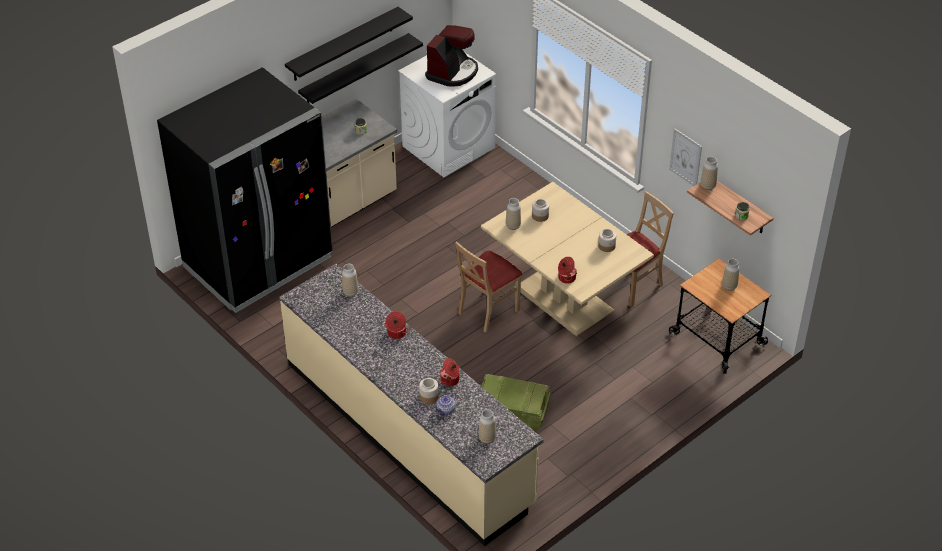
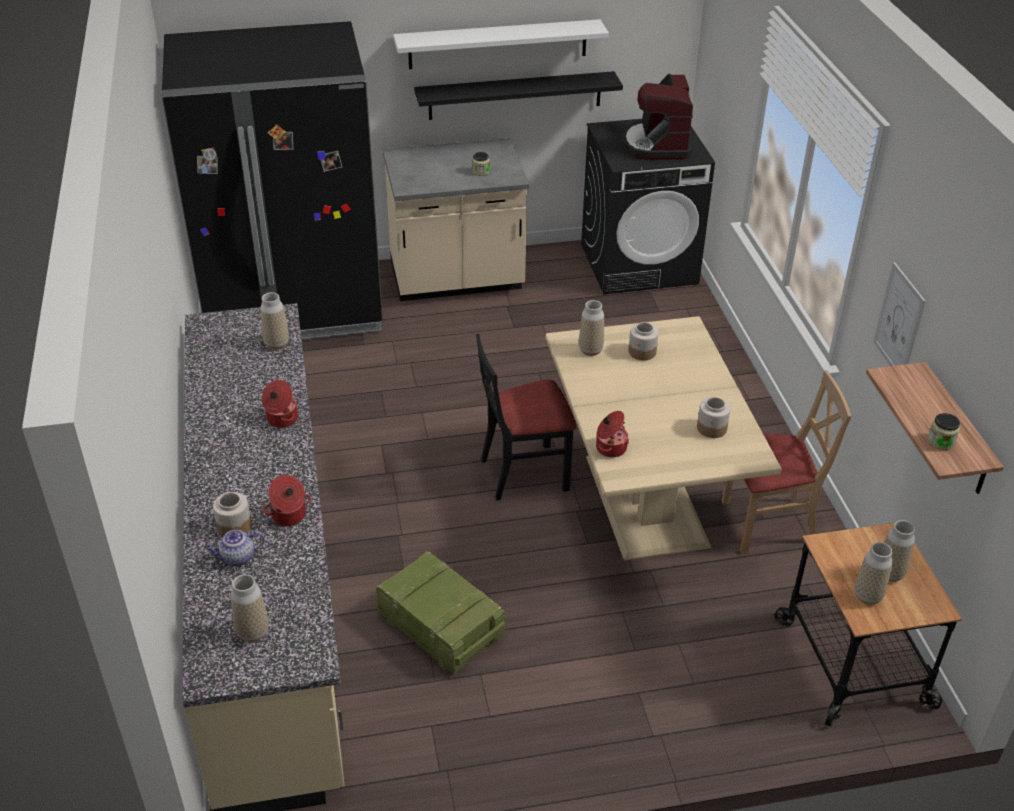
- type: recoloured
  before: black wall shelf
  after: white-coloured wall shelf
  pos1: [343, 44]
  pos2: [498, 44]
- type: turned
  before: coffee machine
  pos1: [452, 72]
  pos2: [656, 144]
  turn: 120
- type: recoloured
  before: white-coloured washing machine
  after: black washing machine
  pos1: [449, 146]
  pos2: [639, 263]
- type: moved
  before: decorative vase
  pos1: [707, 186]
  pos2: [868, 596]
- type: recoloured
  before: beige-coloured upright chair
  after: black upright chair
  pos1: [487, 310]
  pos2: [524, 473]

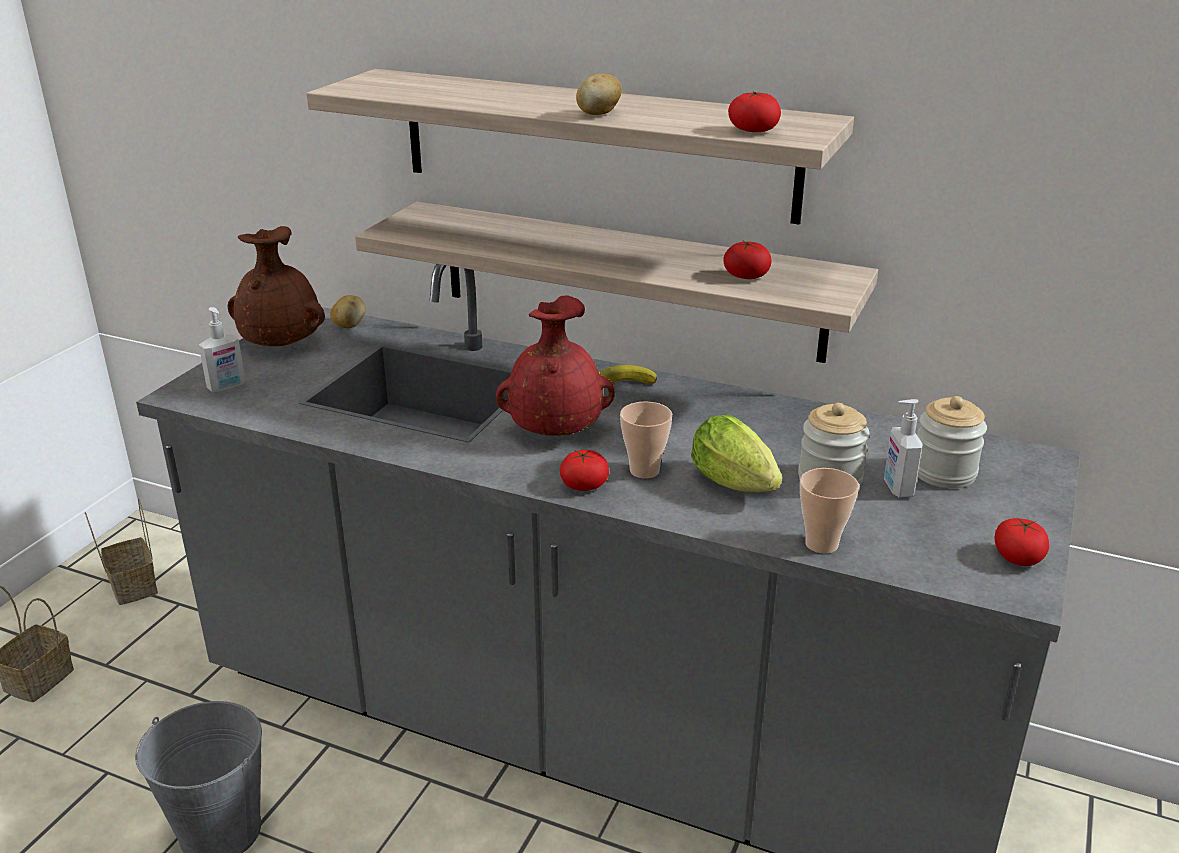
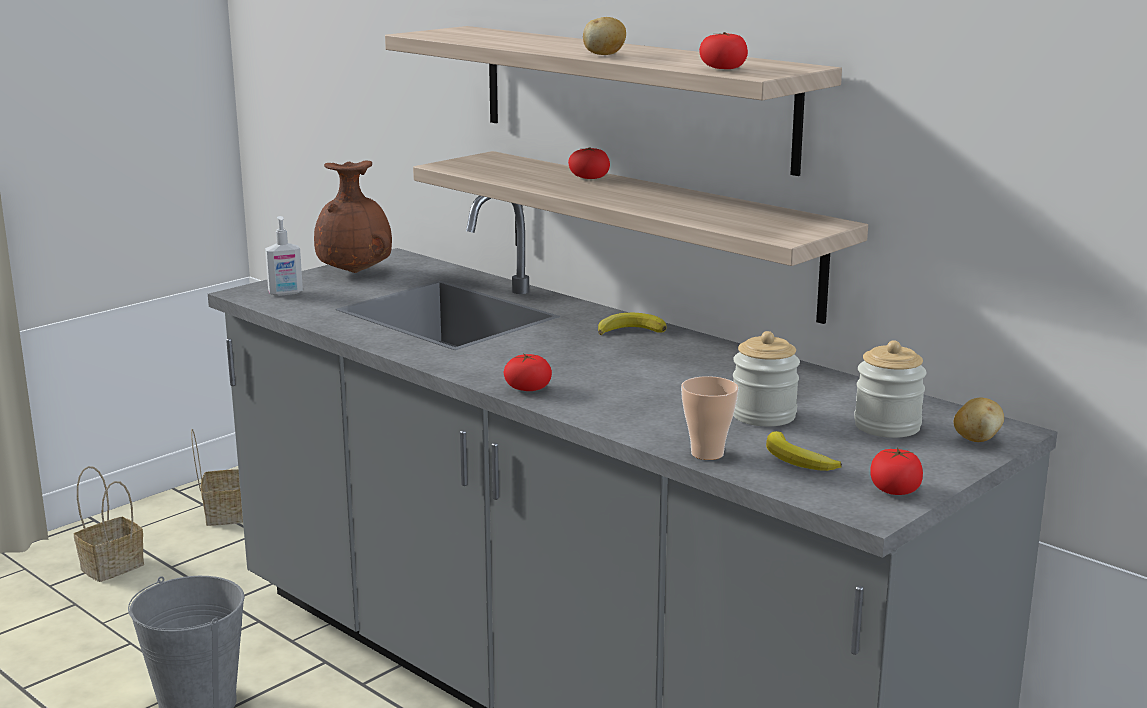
- type: moved
  before: whole tomato
  pos1: [746, 276]
  pos2: [589, 178]
- type: moved
  before: potato
  pos1: [349, 326]
  pos2: [976, 439]
- type: removed
  before: reddish decorative vase
  pos1: [555, 430]
- type: removed
  before: soap dispenser
  pos1: [897, 488]
- type: removed
  before: drinking cup
  pos1: [644, 471]
- type: removed
  before: head of lettuce
  pos1: [738, 486]
- type: added
  after: banana
  pos2: [797, 460]

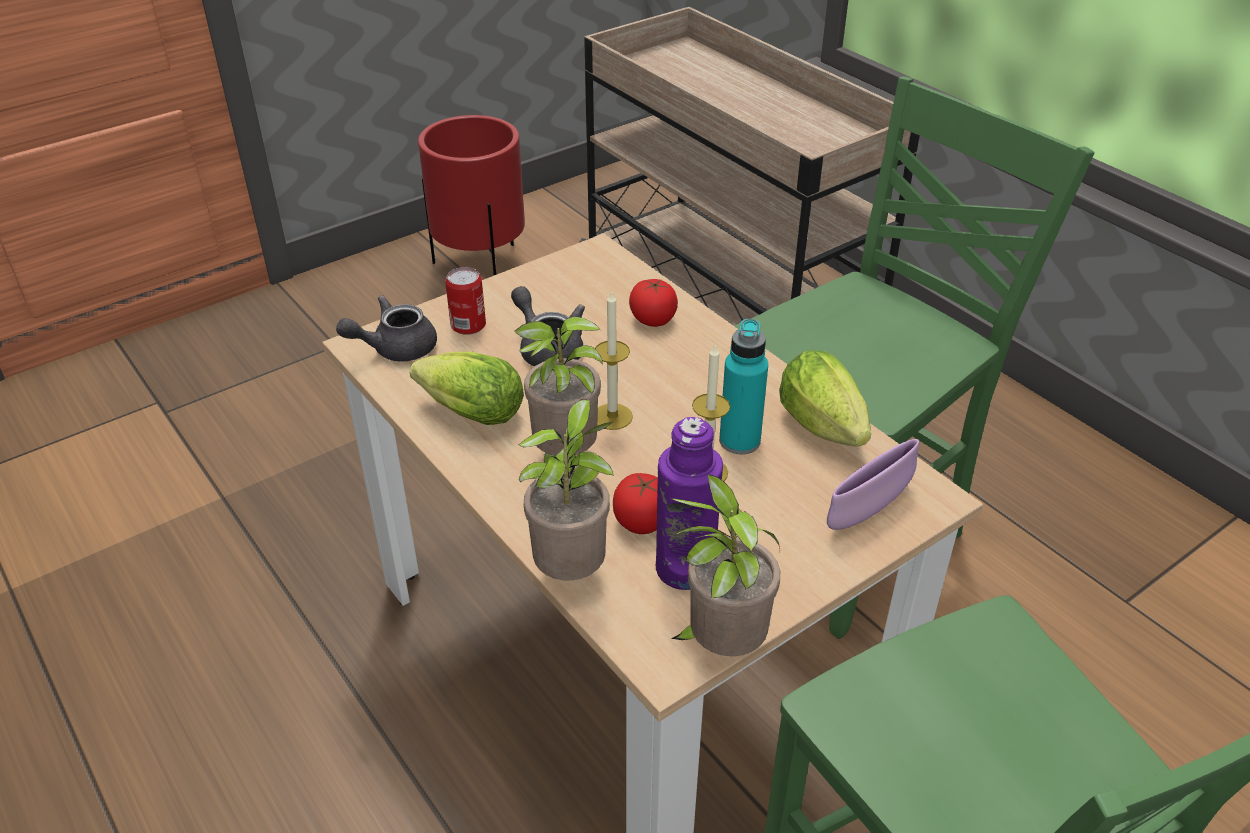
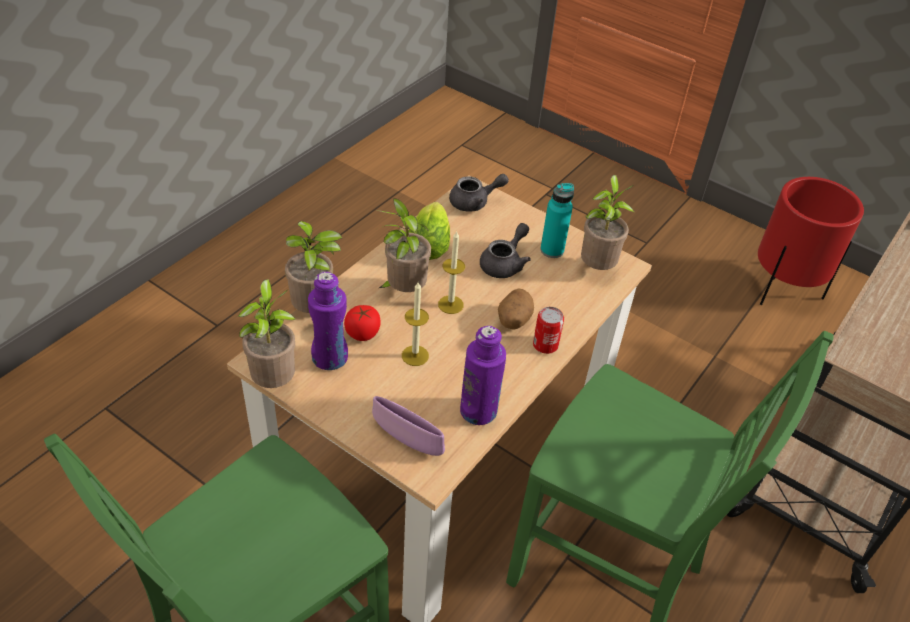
- type: moved
  before: metal can
  pos1: [468, 325]
  pos2: [545, 345]
- type: removed
  before: whole tomato
  pos1: [653, 319]
- type: turned
  before: grey teapot
  pos1: [395, 348]
  pos2: [474, 202]
  turn: 120
- type: moved
  before: turquoise beverage bottle
  pos1: [739, 441]
  pos2: [552, 250]
- type: replaced
  before: head of lettuce
  after: purple-coloured beverage bottle
  pos1: [826, 431]
  pos2: [478, 411]
- type: added
  after: plant in a pot
  pos2: [597, 267]
- type: added
  after: potato
  pos2: [513, 320]

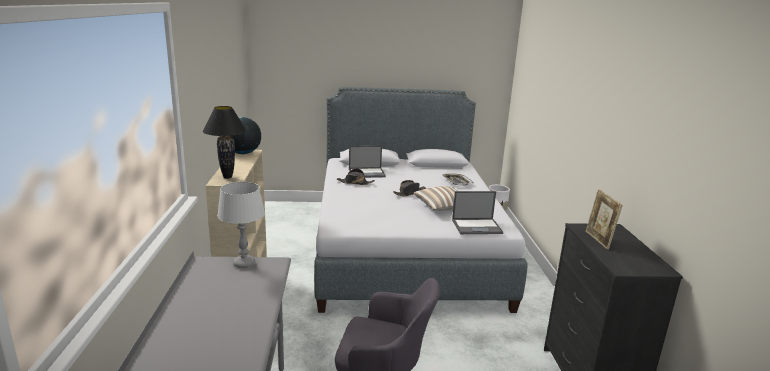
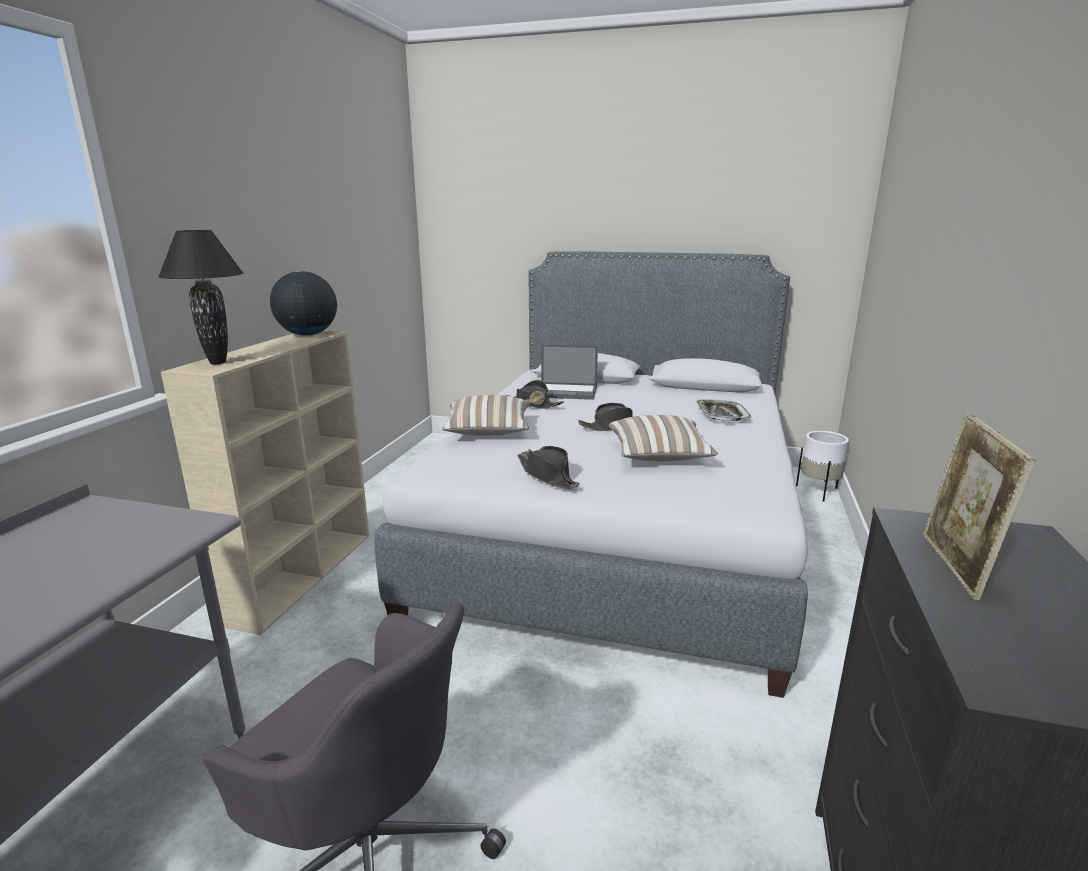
- type: removed
  before: grey tabletop lamp
  pos1: [244, 264]
- type: removed
  before: notebook computer
  pos1: [477, 226]
- type: added
  after: pillow
  pos2: [488, 432]
- type: added
  after: black wearable hat
  pos2: [547, 475]

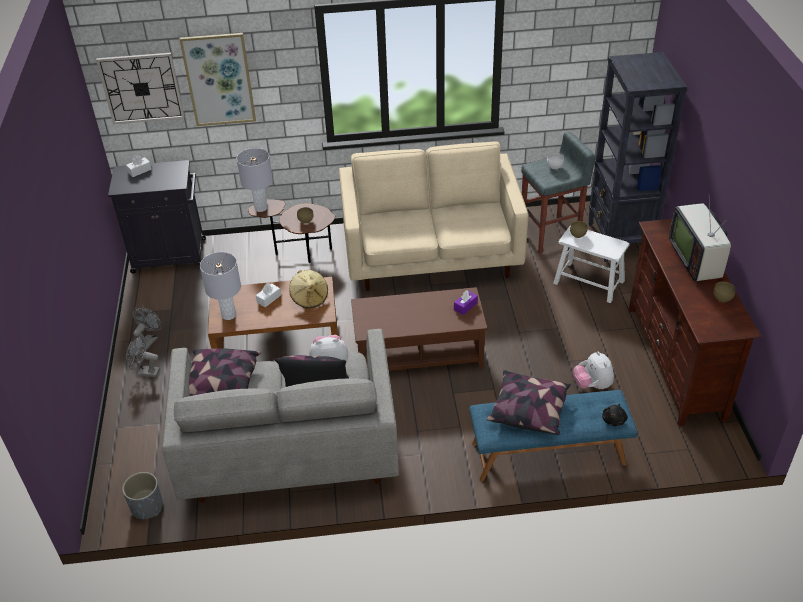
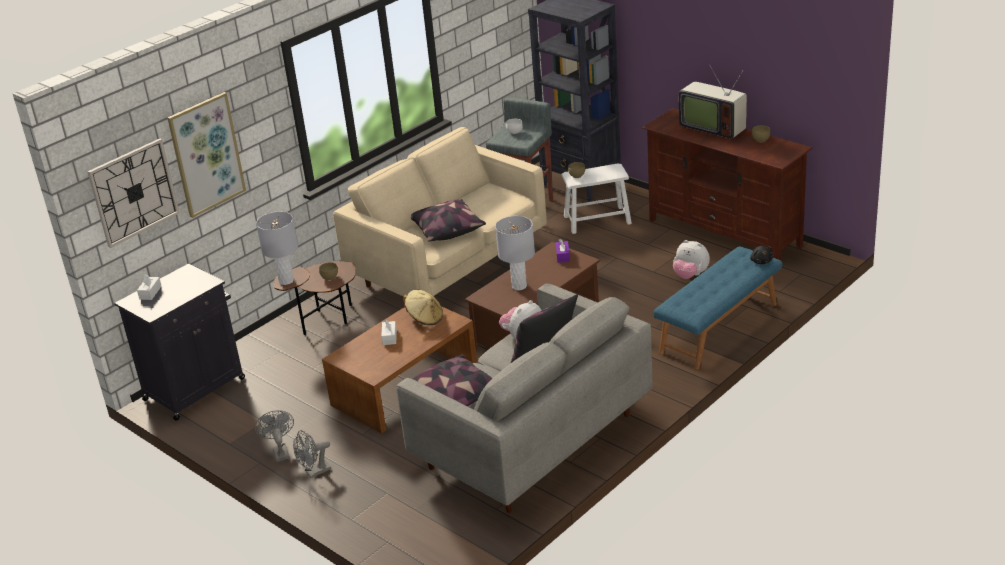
- type: moved
  before: grey tabletop lamp
  pos1: [229, 315]
  pos2: [519, 286]
- type: moved
  before: pillow
  pos1: [528, 410]
  pos2: [446, 229]
- type: removed
  before: grey flower pot
  pos1: [147, 507]

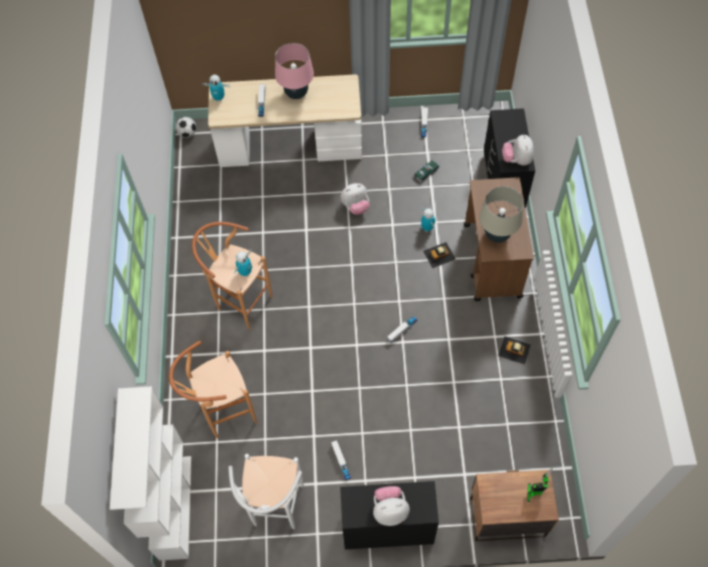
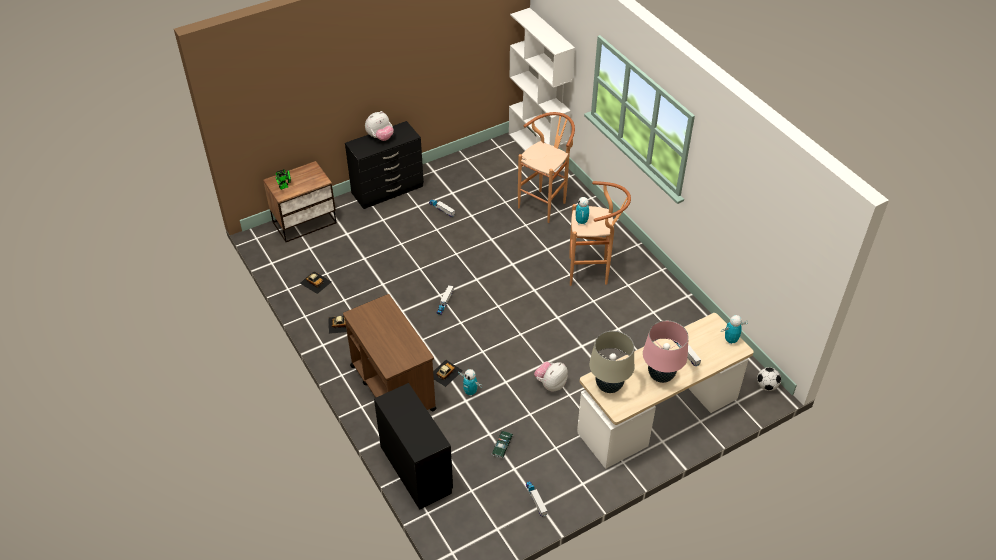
- type: removed
  before: soft toy
  pos1: [517, 160]
- type: moved
  before: beige-coloured tabletop lamp
  pos1: [497, 235]
  pos2: [609, 386]
- type: removed
  before: white-coloured sitting stool
  pos1: [276, 511]
- type: added
  after: toy car
  pos2: [315, 282]

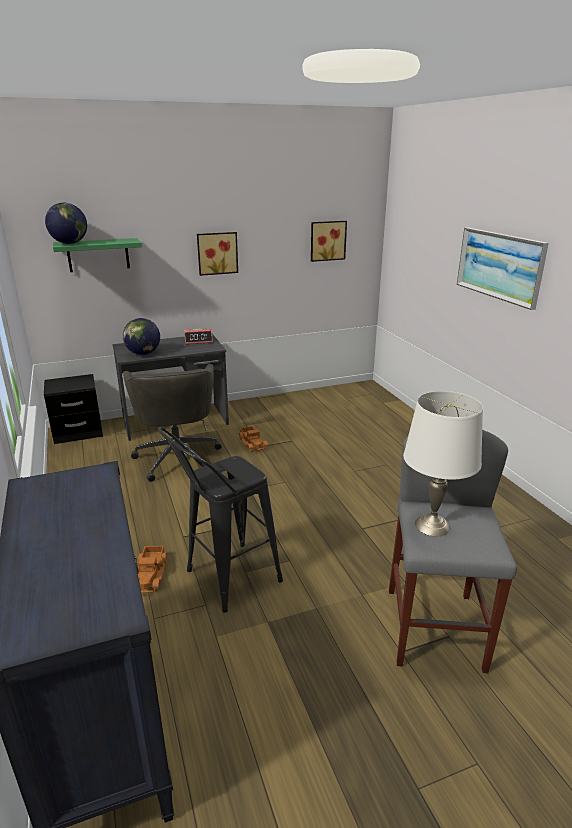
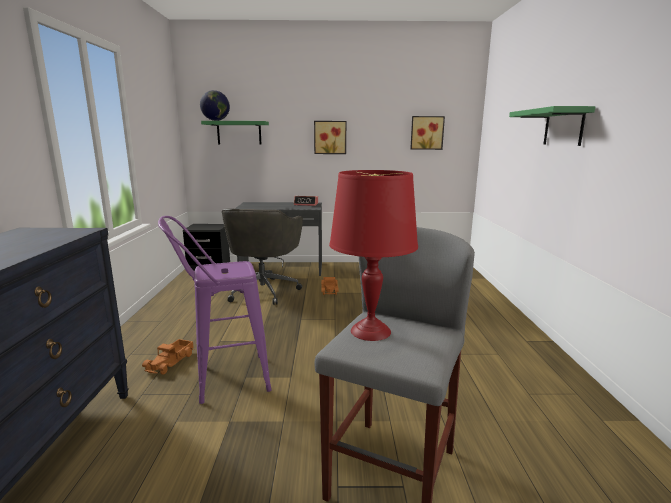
- type: replaced
  before: picture
  after: greenish wall shelf
  pos1: [499, 265]
  pos2: [563, 127]
- type: removed
  before: world globe
  pos1: [143, 353]
- type: recoloured
  before: white-coloured tabletop lamp
  after: reddish tabletop lamp
  pos1: [432, 525]
  pos2: [370, 331]
- type: recoloured
  before: black sitting stool
  after: purple-coloured sitting stool
  pos1: [224, 580]
  pos2: [223, 379]

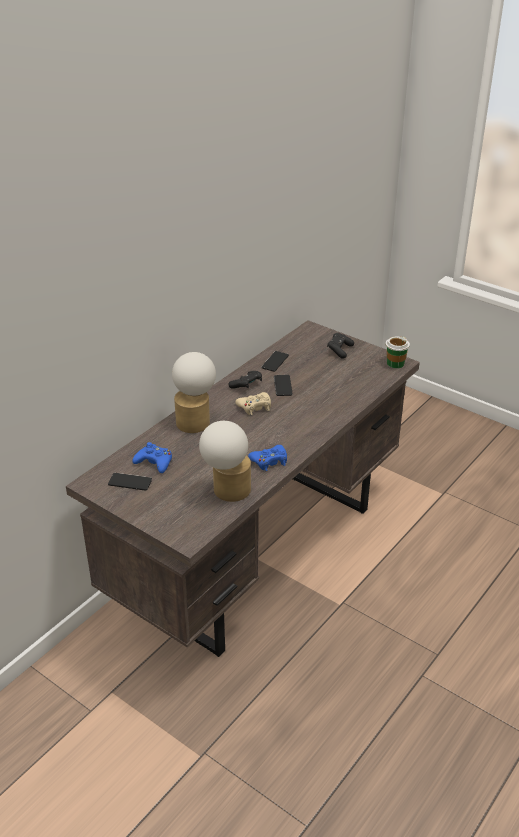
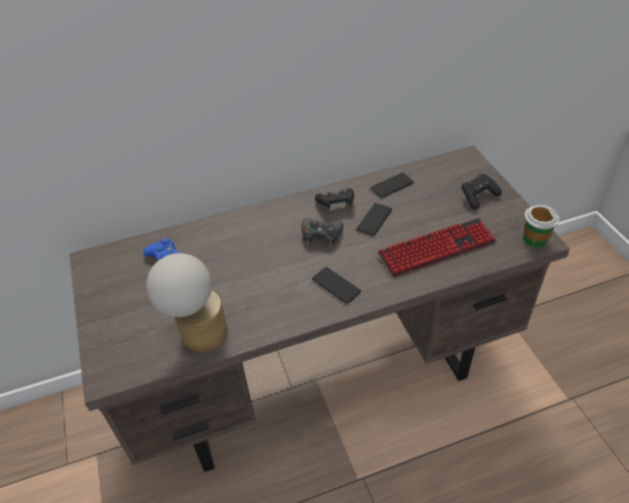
- type: removed
  before: tabletop lamp
  pos1: [195, 420]
- type: recoloured
  before: beige-coloured gamepad
  after: black gamepad
  pos1: [255, 407]
  pos2: [321, 235]
- type: removed
  before: bluish gamepad
  pos1: [269, 461]
- type: moved
  before: telephone
  pos1: [130, 482]
  pos2: [336, 285]
- type: added
  after: keyboard
  pos2: [437, 248]

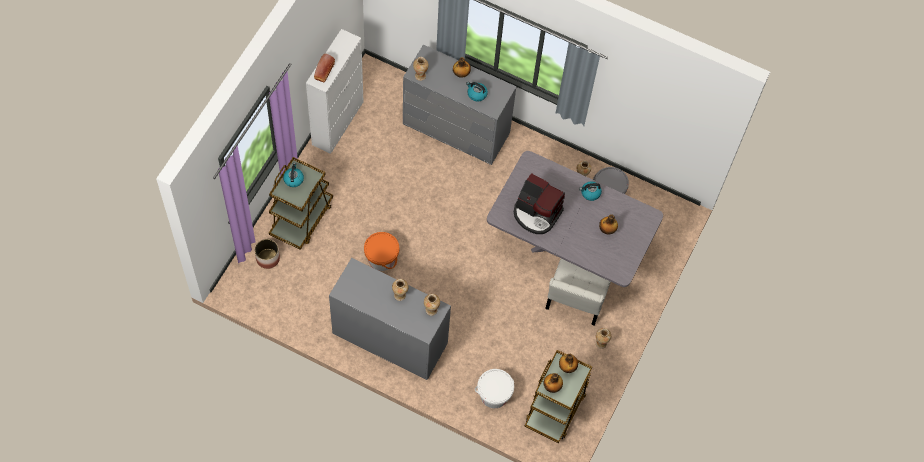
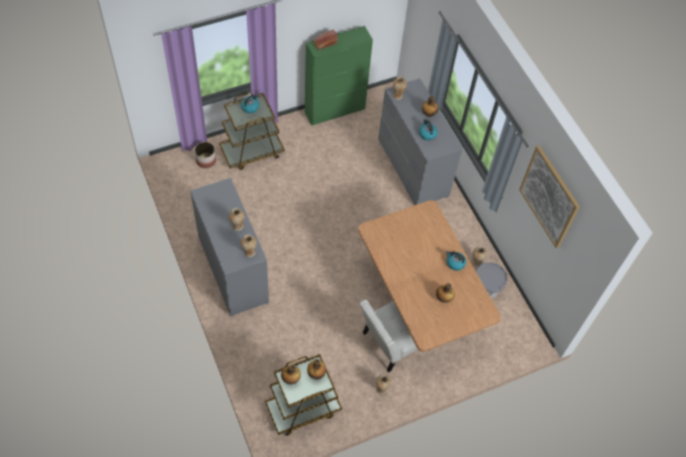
- type: recoloured
  before: white-coloured cupboard
  after: greenish cupboard
  pos1: [338, 123]
  pos2: [335, 110]
- type: recoloured
  before: grey dinner table
  after: brown dinner table
  pos1: [567, 248]
  pos2: [419, 303]
- type: removed
  before: coffee machine
  pos1: [536, 213]
- type: removed
  before: orange pail
  pos1: [381, 258]
- type: removed
  before: white-coloured pail
  pos1: [494, 395]
- type: added
  after: picture
  pos2: [549, 197]

